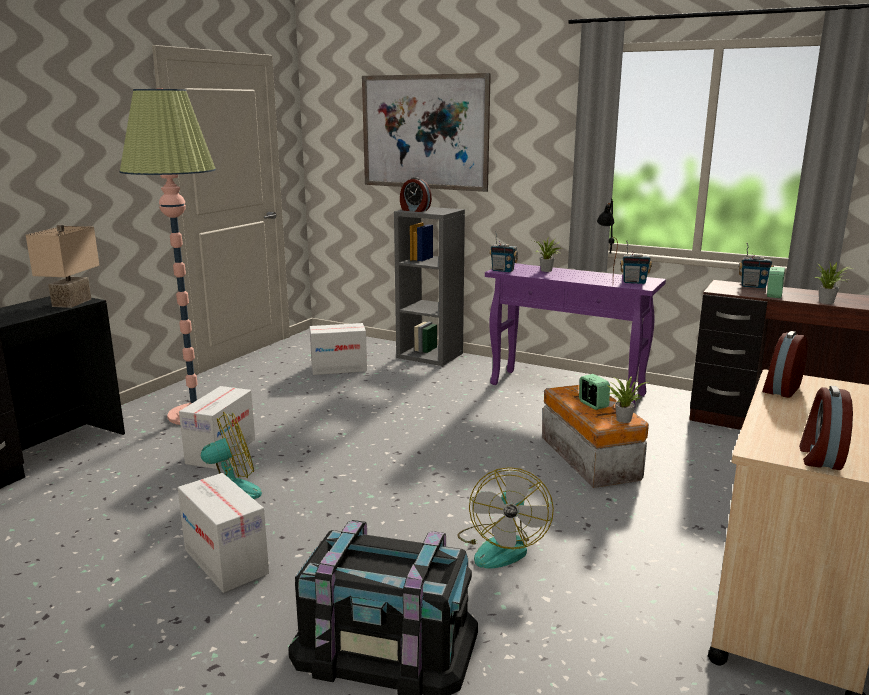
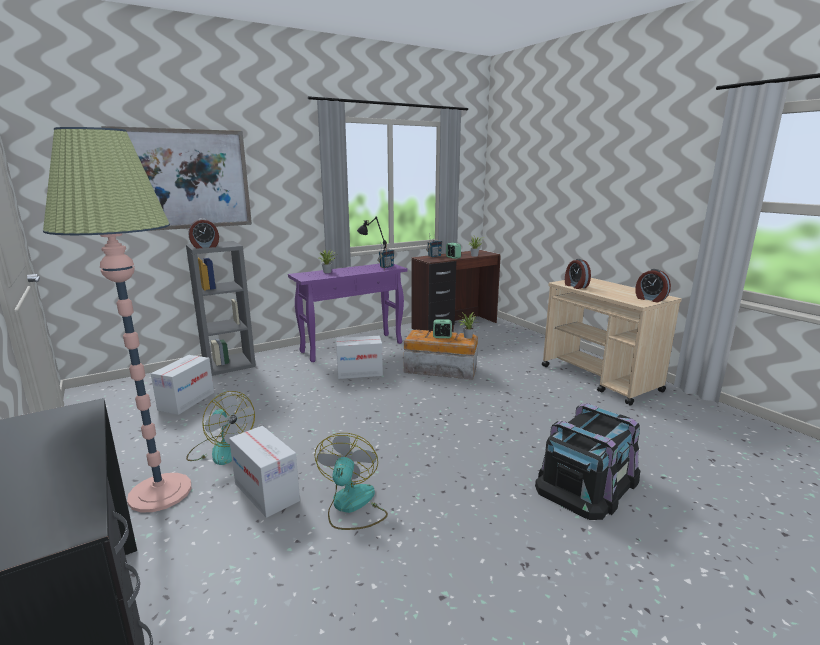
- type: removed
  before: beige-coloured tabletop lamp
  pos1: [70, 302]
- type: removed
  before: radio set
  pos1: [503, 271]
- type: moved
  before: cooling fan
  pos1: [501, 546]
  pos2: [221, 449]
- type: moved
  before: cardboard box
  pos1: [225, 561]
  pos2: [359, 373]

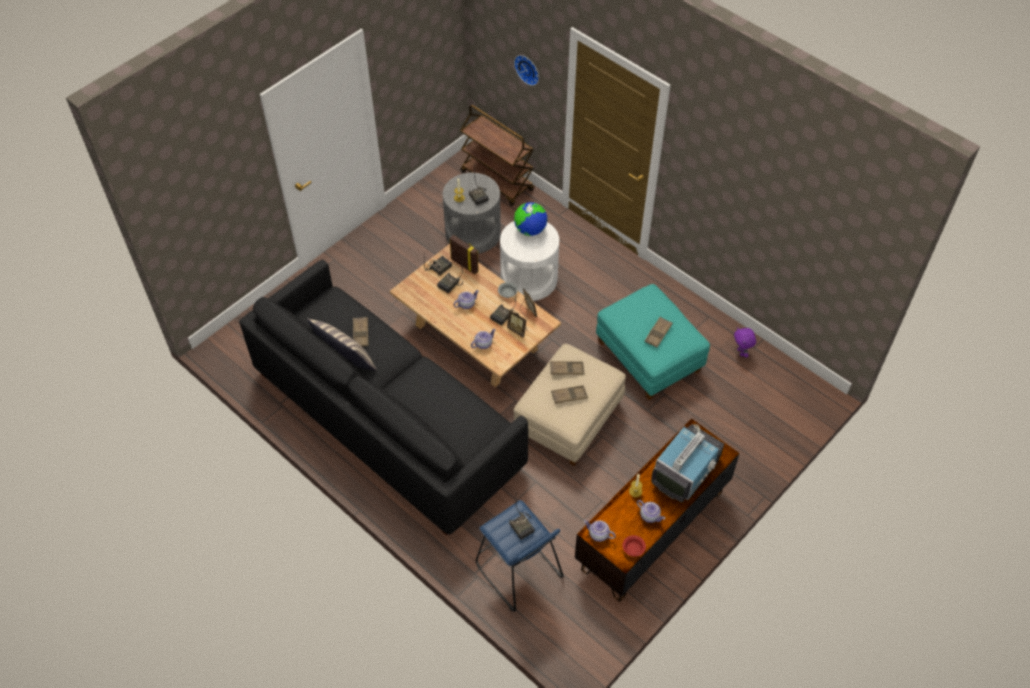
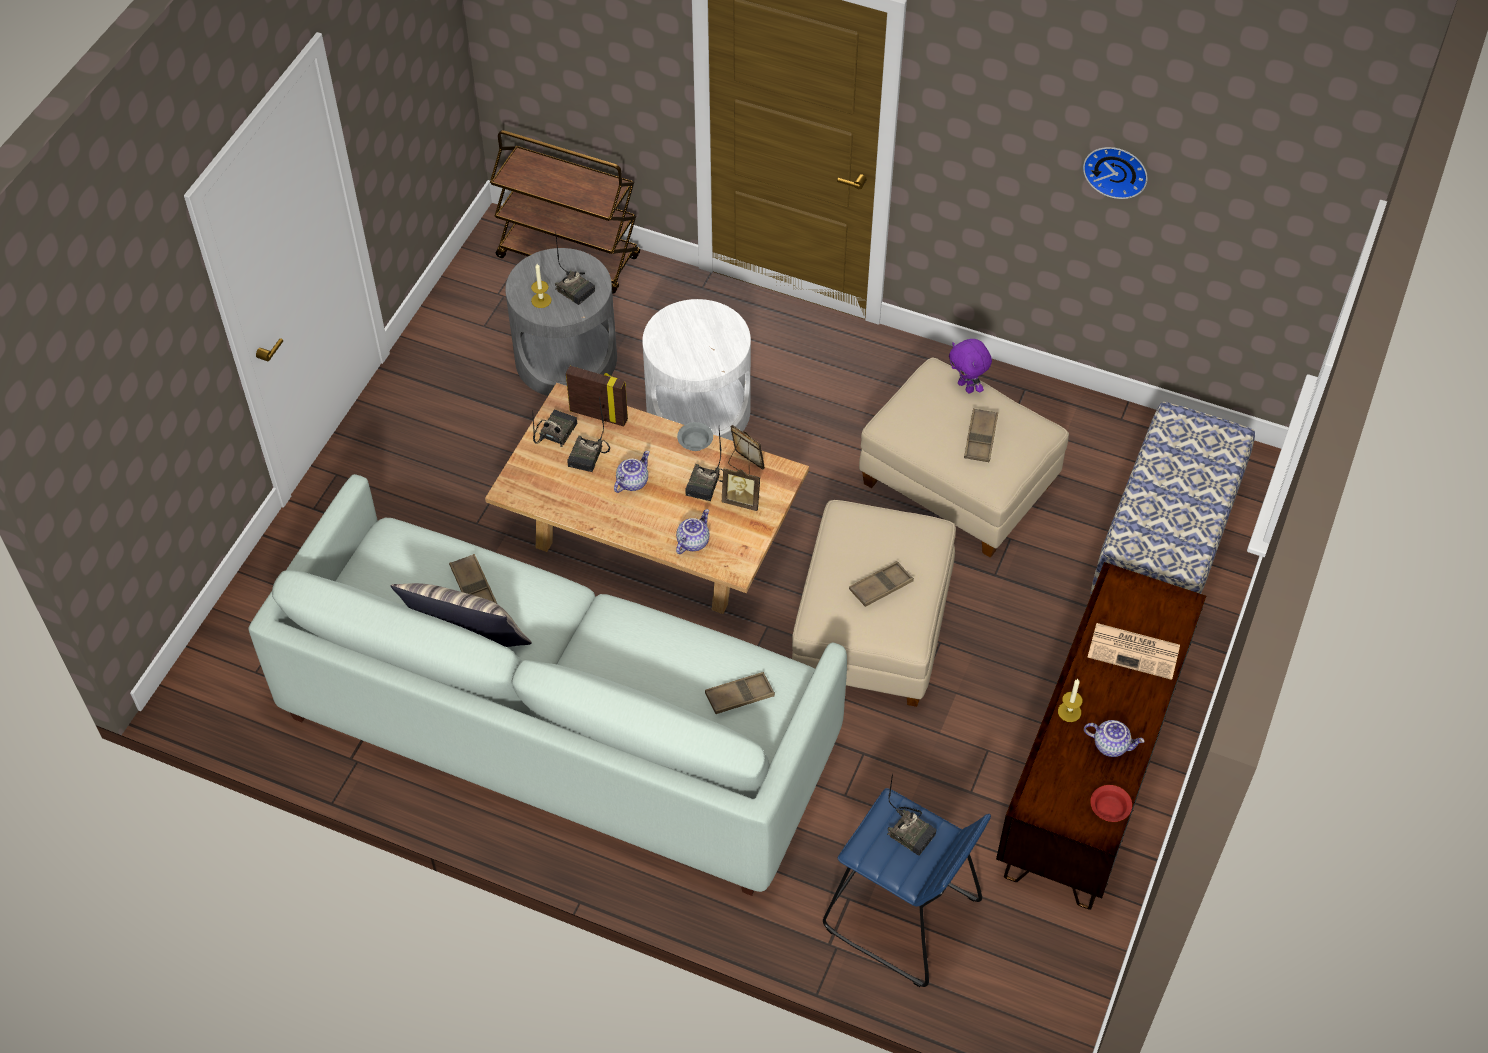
- type: moved
  before: clock on the wall
  pos1: [528, 69]
  pos2: [1116, 169]
- type: removed
  before: world globe
  pos1: [530, 230]
- type: recoloured
  before: black settee
  after: white-coloured settee
  pos1: [387, 420]
  pos2: [558, 728]
- type: recoloured
  before: turquoise pouffe
  after: beige-coloured pouffe
  pos1: [649, 357]
  pos2: [958, 484]
- type: moved
  before: purple-coloured soft toy
  pos1: [741, 352]
  pos2: [966, 387]
- type: moved
  before: brown serving tray
  pos1: [567, 369]
  pos2: [739, 696]
- type: replaced
  before: TV
  after: newspaper
  pos1: [686, 470]
  pos2: [1135, 651]
- type: removed
  before: teapot
  pos1: [598, 535]
- type: added
  after: indoor bench
  pos2: [1164, 550]

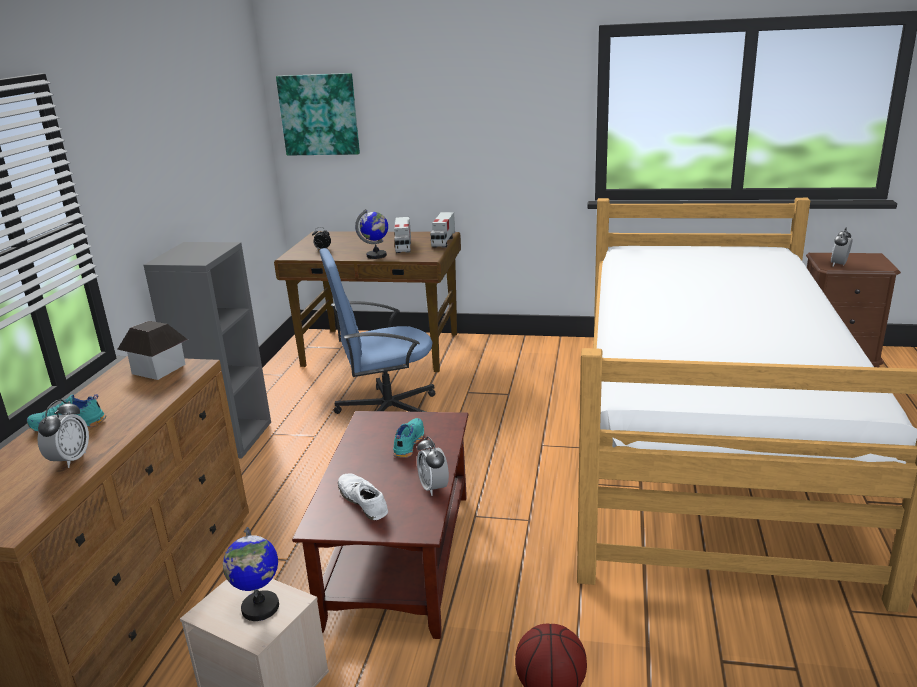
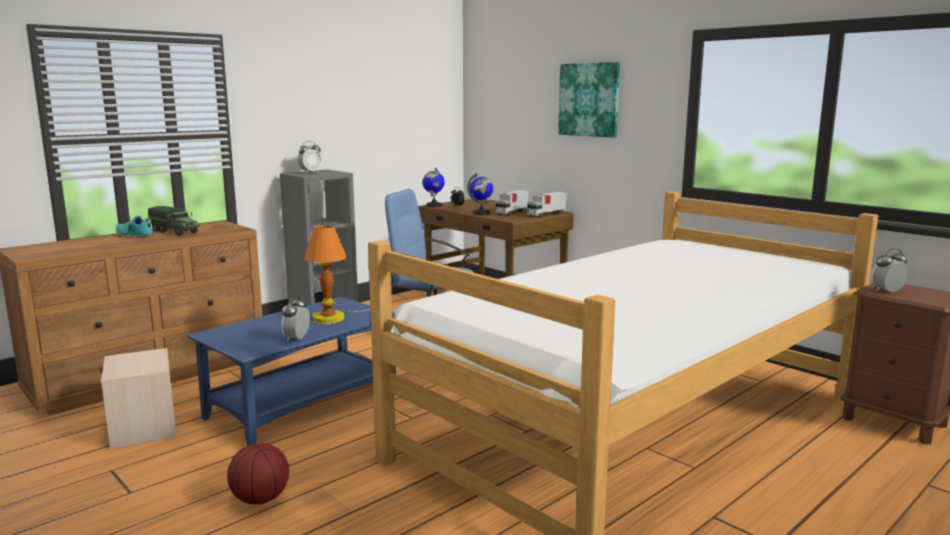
- type: moved
  before: picture
  pos1: [319, 115]
  pos2: [589, 99]
- type: removed
  before: toy house
  pos1: [158, 369]
- type: moved
  before: alarm clock
  pos1: [70, 460]
  pos2: [310, 172]
- type: recoloured
  before: brown low table
  after: bluish low table
  pos1: [399, 556]
  pos2: [304, 404]
- type: replaced
  before: turquoise shoe
  after: tabletop lamp
  pos1: [407, 444]
  pos2: [331, 317]
- type: removed
  before: white-coloured shoe
  pos1: [363, 501]
- type: moved
  before: world globe
  pos1: [260, 608]
  pos2: [433, 206]
- type: added
  after: model truck
  pos2: [175, 232]

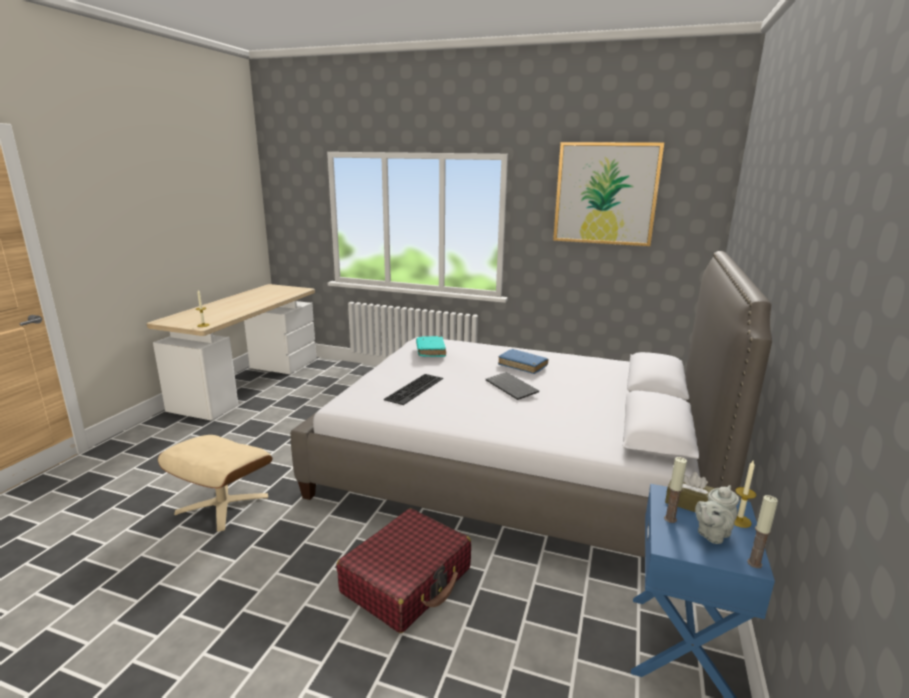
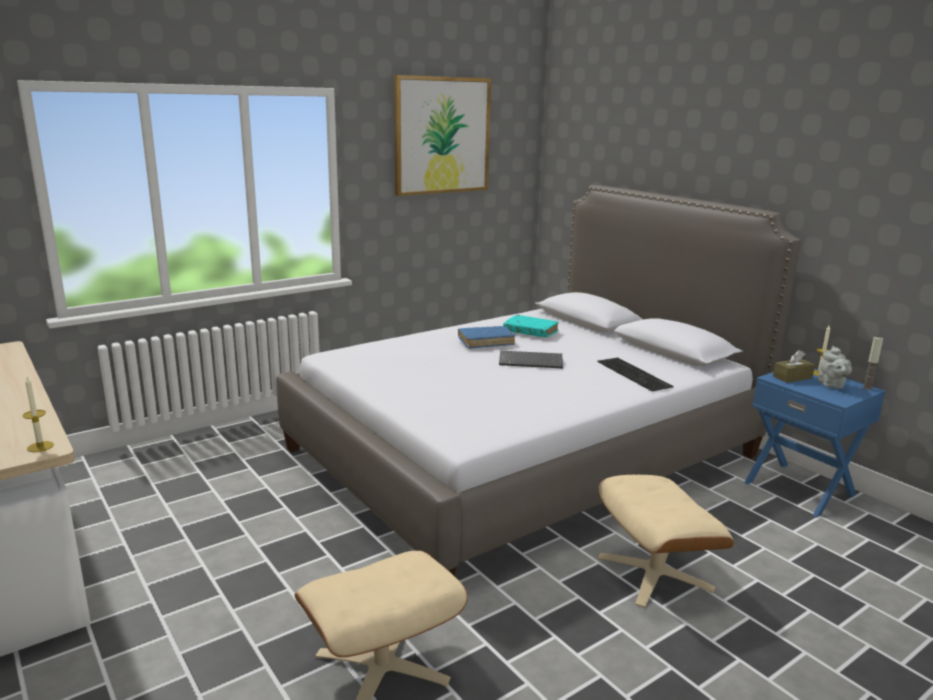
- type: moved
  before: turquoise book
  pos1: [430, 351]
  pos2: [530, 332]
- type: moved
  before: keyboard
  pos1: [415, 389]
  pos2: [635, 374]
- type: removed
  before: wax light
  pos1: [670, 519]
- type: replaced
  before: reddish travel case
  after: beige-coloured pouffe
  pos1: [407, 580]
  pos2: [653, 573]

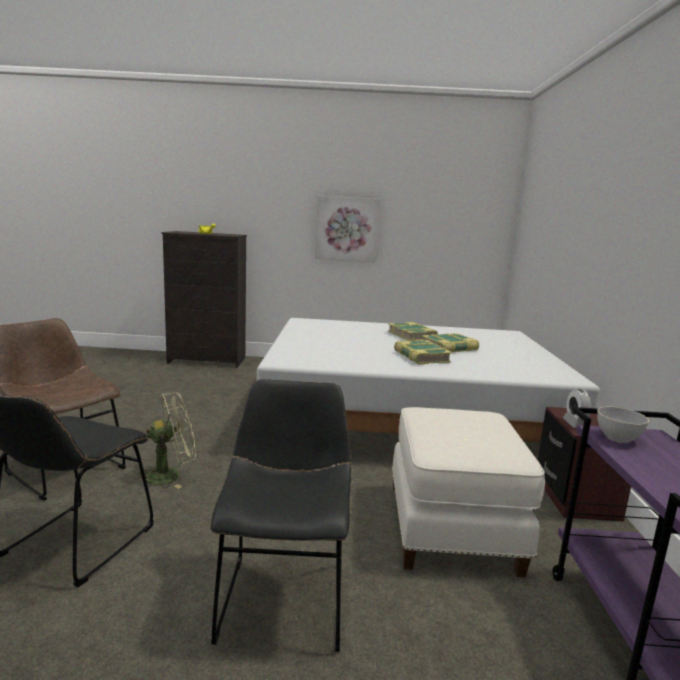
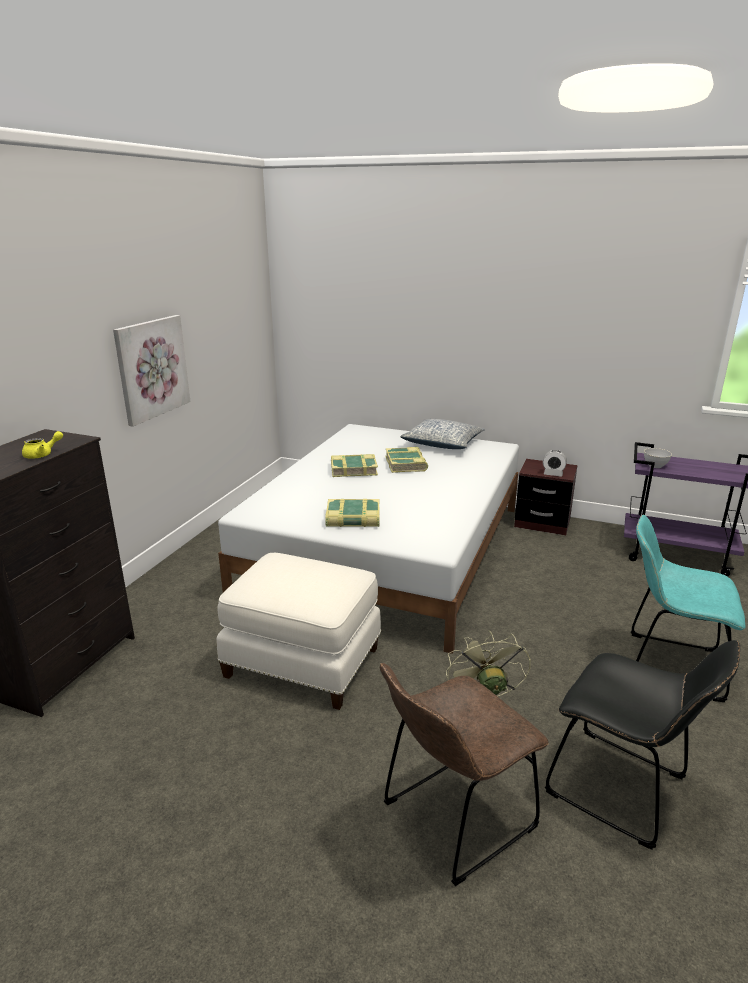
- type: moved
  before: book
  pos1: [421, 357]
  pos2: [353, 519]
- type: recoloured
  before: black upright chair
  after: turquoise upright chair
  pos1: [284, 595]
  pos2: [667, 665]
- type: moved
  before: white-coloured pouffe
  pos1: [453, 526]
  pos2: [303, 661]
- type: added
  after: pillow
  pos2: [443, 443]

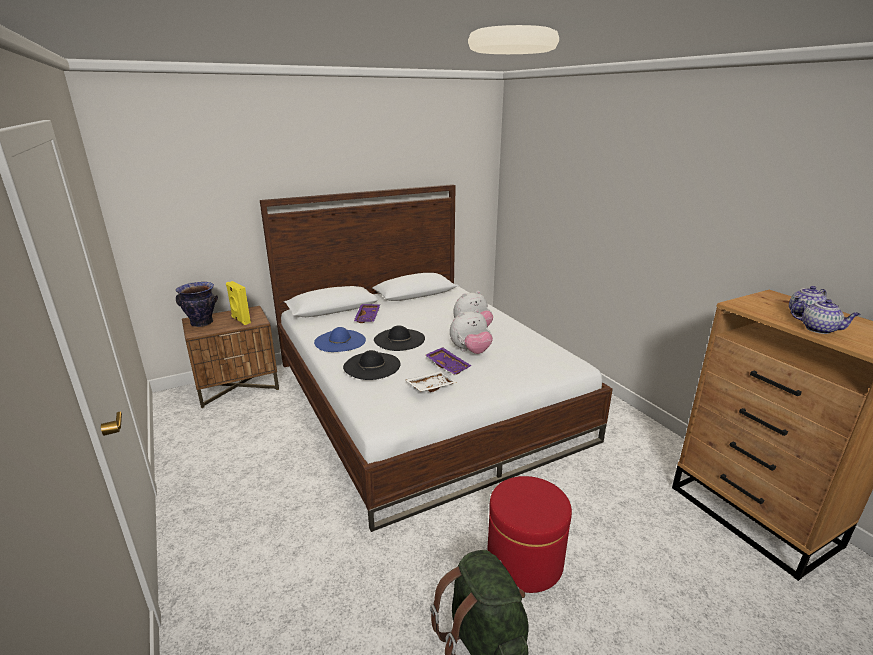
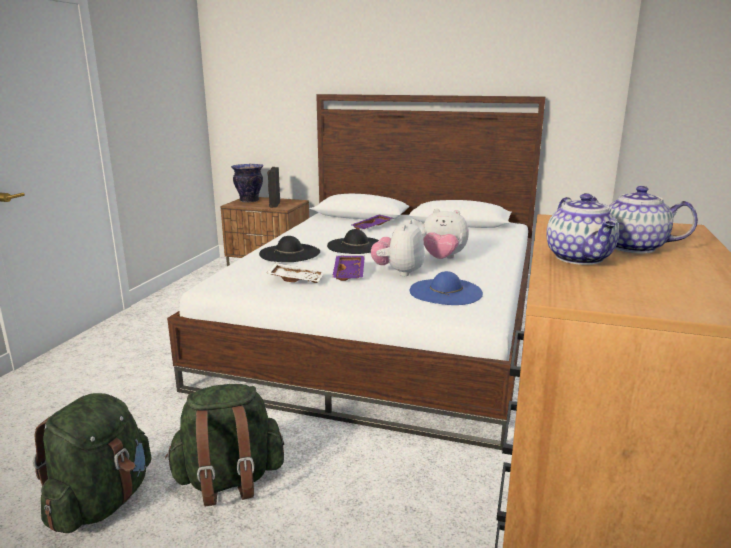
- type: recoloured
  before: yellowish audio speaker
  after: black audio speaker
  pos1: [240, 320]
  pos2: [274, 205]
- type: turned
  before: soft toy
  pos1: [470, 351]
  pos2: [398, 272]
  turn: 90
- type: moved
  before: bluish wearable hat
  pos1: [340, 341]
  pos2: [445, 292]
- type: replaced
  before: reddish pouffe
  after: greenish backpack
  pos1: [524, 561]
  pos2: [229, 481]

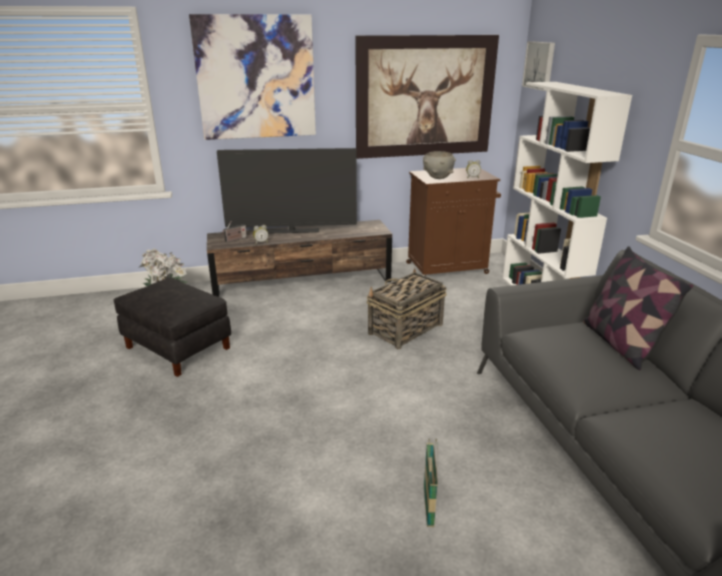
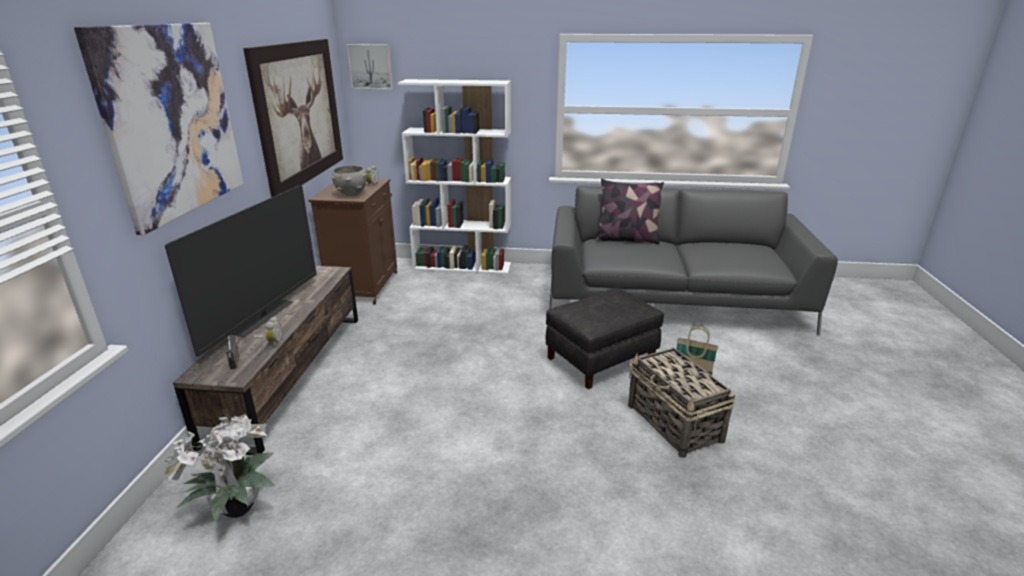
- type: moved
  before: storage basket
  pos1: [405, 329]
  pos2: [674, 423]
- type: moved
  before: black pouffe
  pos1: [177, 348]
  pos2: [601, 360]

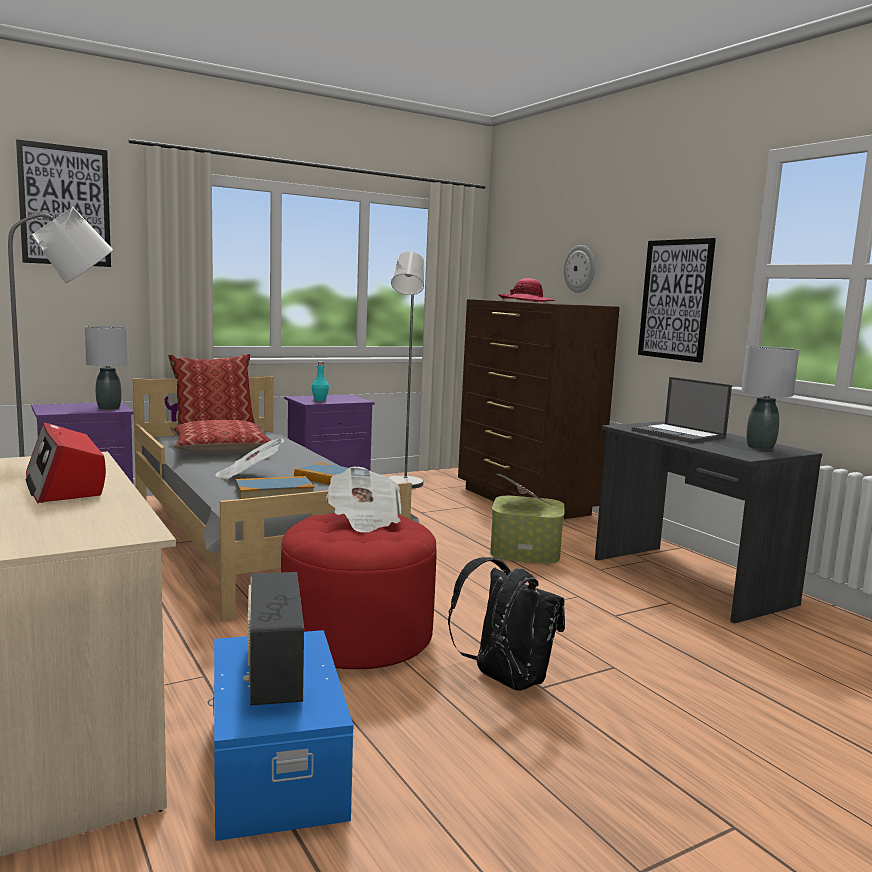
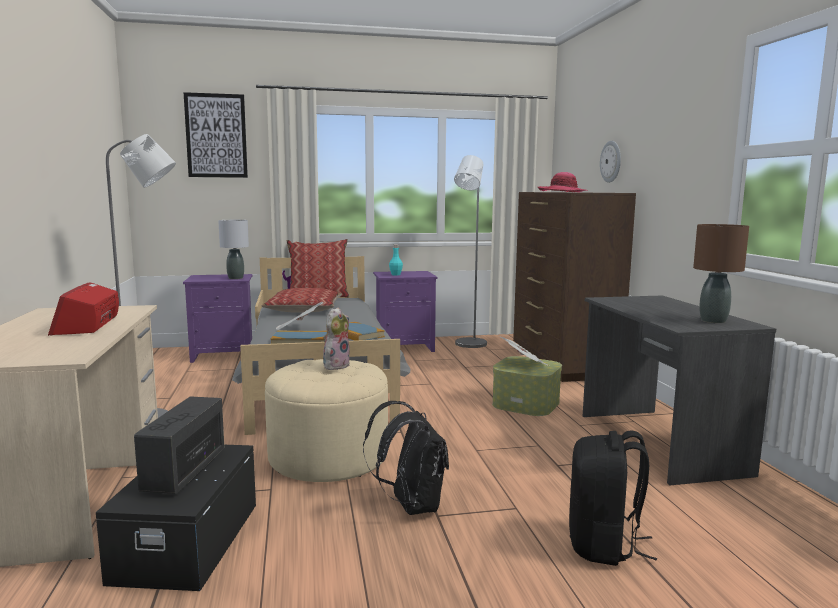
- type: removed
  before: picture
  pos1: [675, 299]
- type: recoloured
  before: grey tabletop lamp
  after: brown tabletop lamp
  pos1: [759, 447]
  pos2: [712, 320]
- type: removed
  before: notebook computer
  pos1: [679, 434]
- type: replaced
  before: newspaper
  after: soft toy
  pos1: [364, 520]
  pos2: [336, 365]
- type: recoloured
  before: reddish pouffe
  after: beige-coloured pouffe
  pos1: [357, 636]
  pos2: [328, 456]
- type: recoloured
  before: bluish storage box
  after: black storage box
  pos1: [273, 765]
  pos2: [185, 541]
- type: added
  after: black backpack
  pos2: [604, 545]

